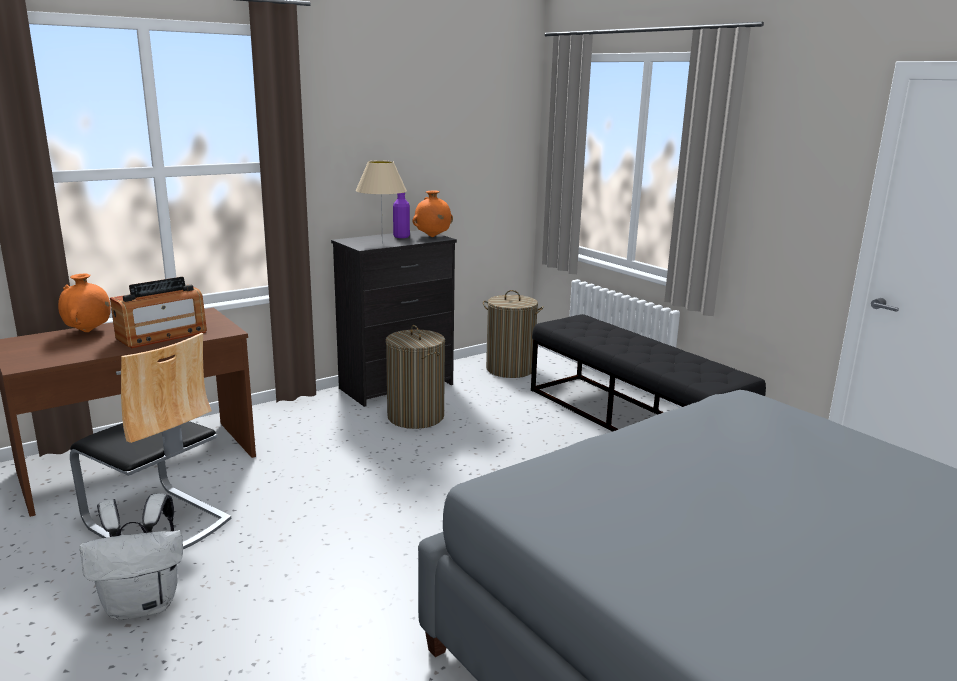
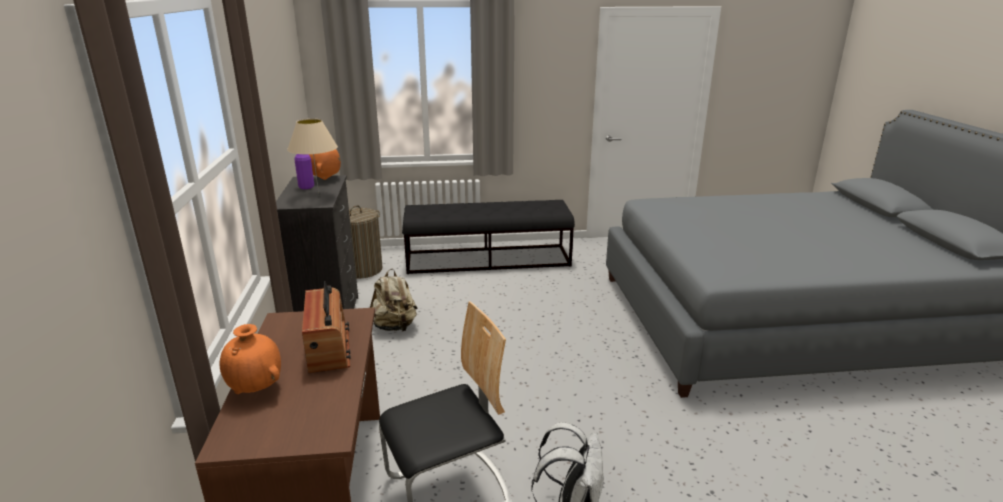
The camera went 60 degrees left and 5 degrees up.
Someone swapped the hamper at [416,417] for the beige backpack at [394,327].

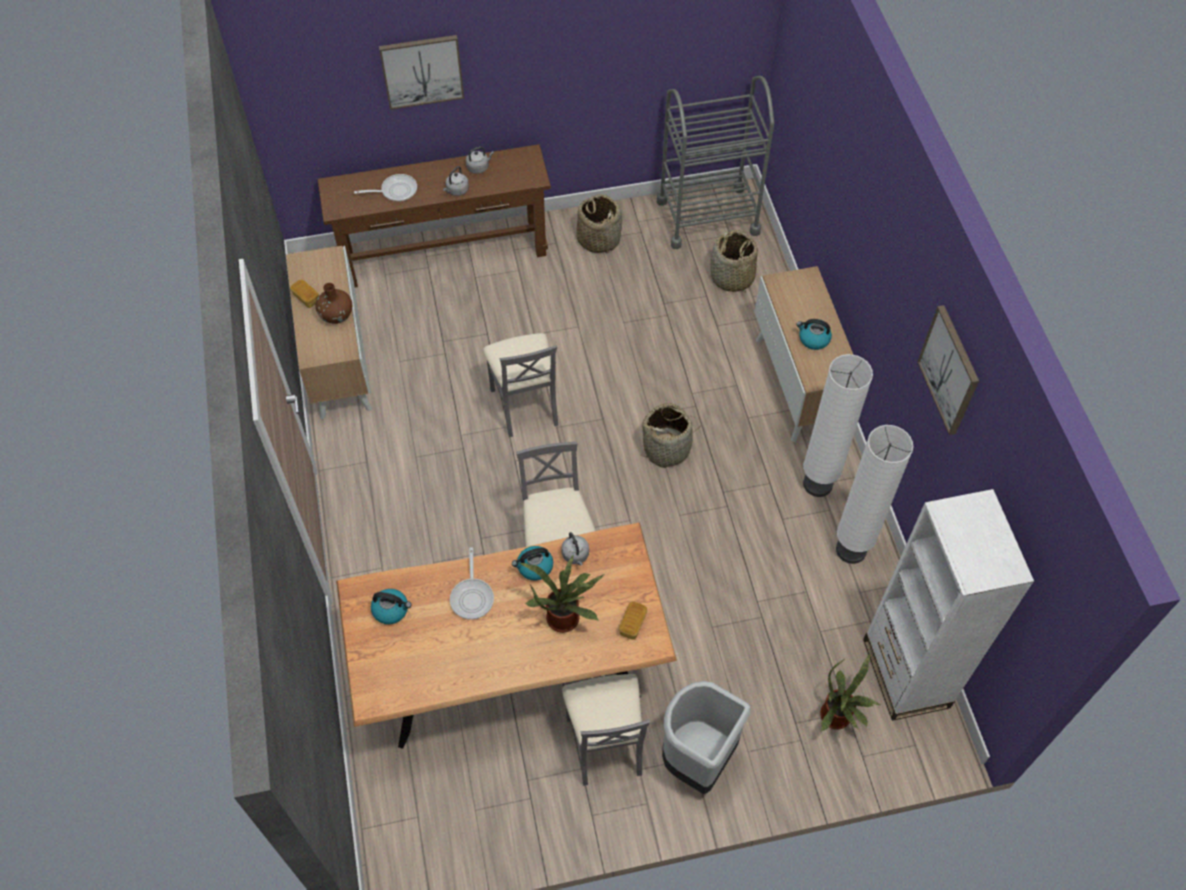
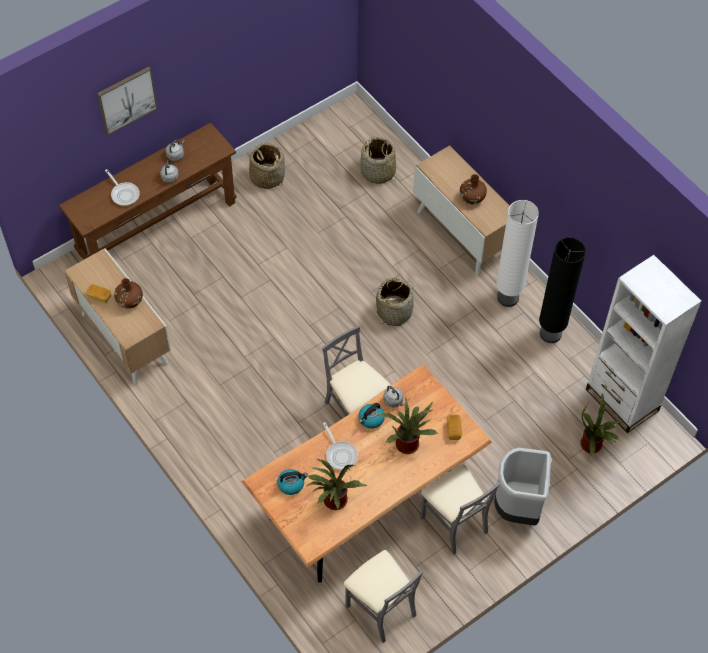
The camera went 25 degrees left and 0 degrees up.
Someone rotated the skillet at [396,191] by 90 degrees clockwise.
Someone carried the greyish plain chair from [525,405] to [381,609].
Someone took away the greyish trolley at [707,216].
Someone swapped the water kettle at [813,339] for the brownish decorative vase at [472,198].
Someone repainted the whitish standing lamp at [851,550], which became the black-coloured standing lamp at [550,334].
Someone took away the picture at [950,370].
Someone put down the houseplant at [334,502].

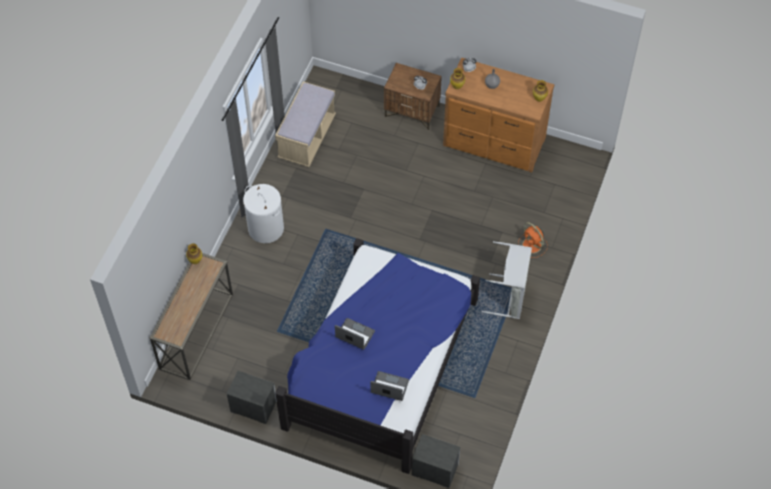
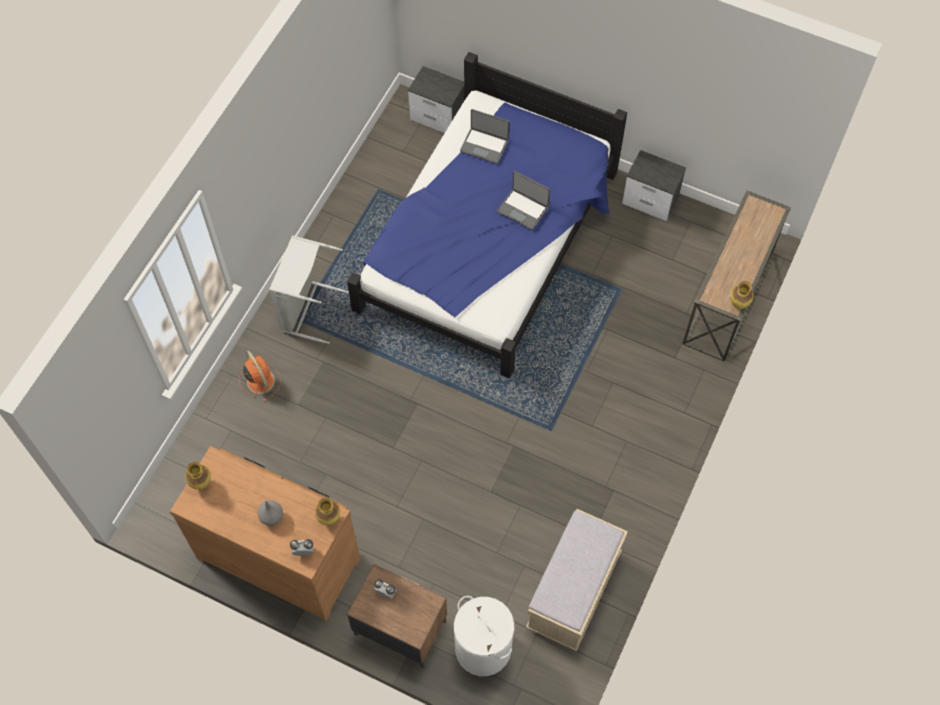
The camera went 175 degrees left and 5 degrees up.
Someone carried the whitish hamper from [265,228] to [483,648].

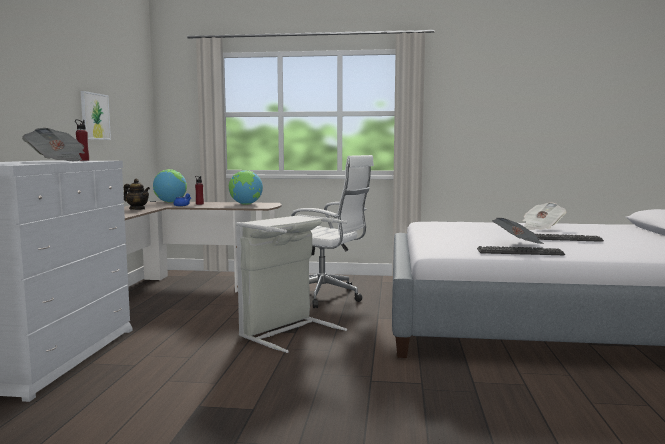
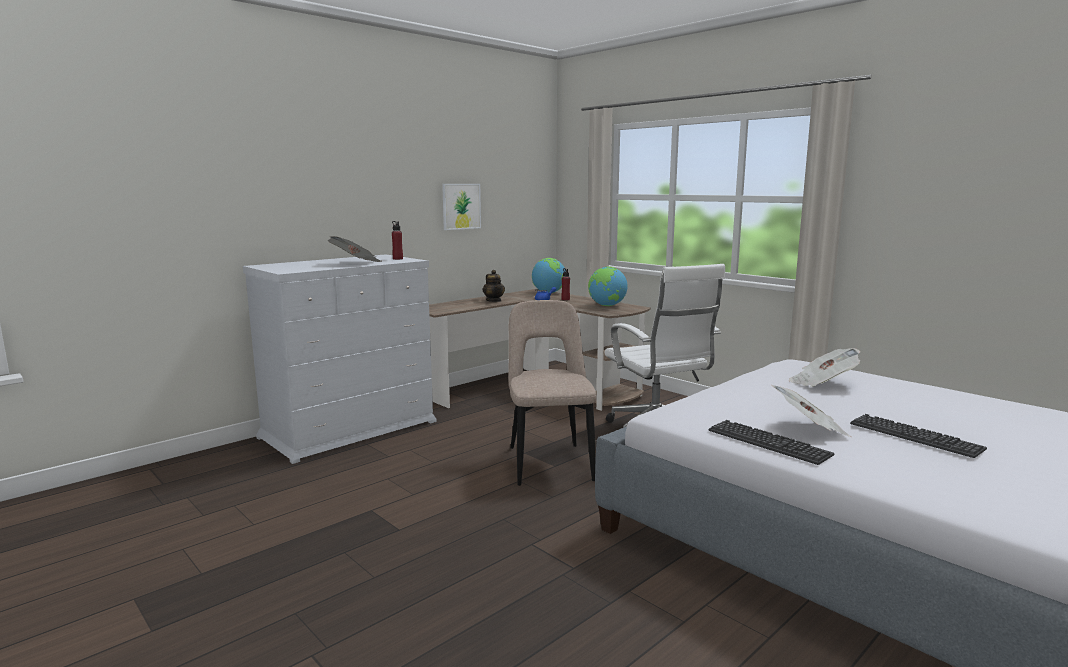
The camera went 40 degrees right and 5 degrees up.
Someone swapped the greyish hamper at [286,331] for the beige plain chair at [549,462].
Someone carried the newspaper from [541,228] to [822,383].

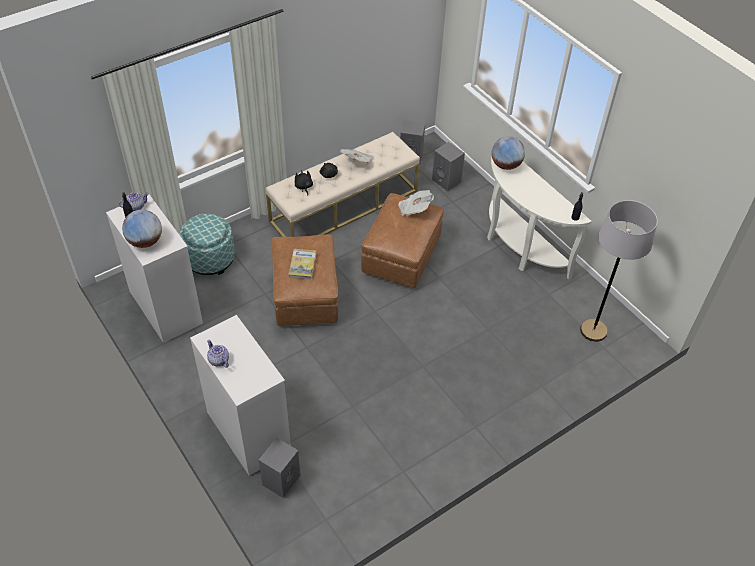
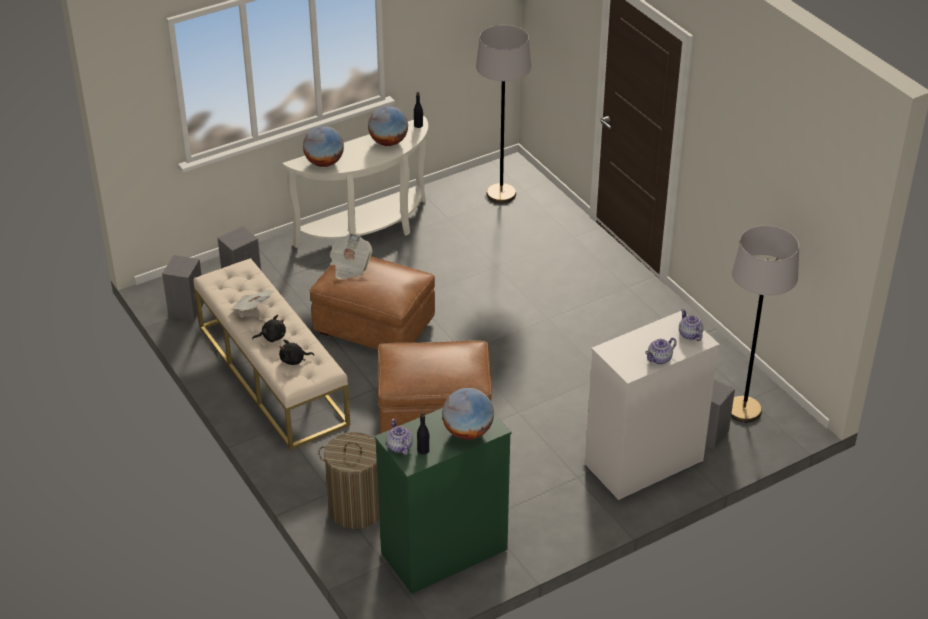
The camera went 85 degrees left and 10 degrees down.
Someone repainted the whitish drawer chest at [165,307], which became the green-coloured drawer chest at [443,552].
Someone swapped the footrest at [210,258] for the hamper at [356,509].
Someone took away the bound book at [302,265].
Someone put down the globe at [388,142].
Someone put down the tea pot at [690,335].
Someone put down the greyish standing lamp at [744,410].

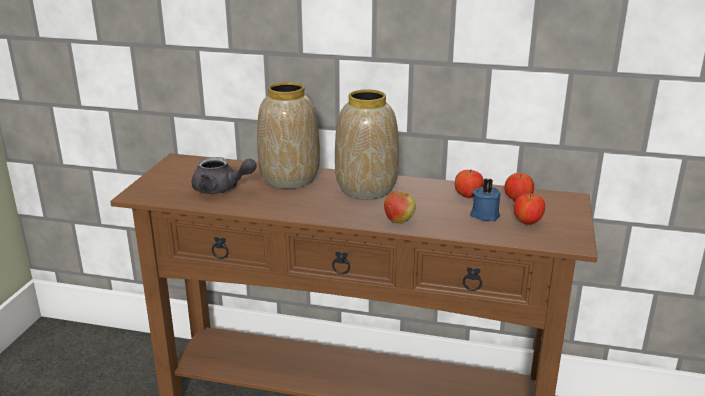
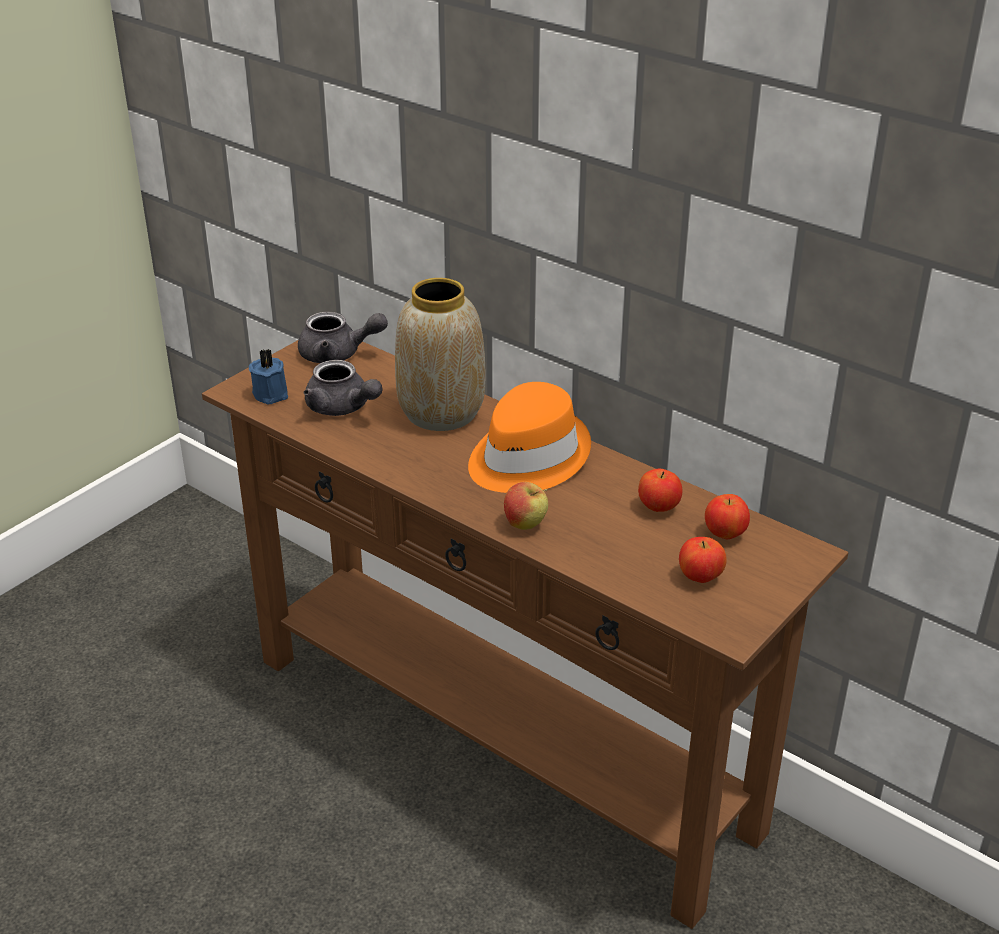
The camera went 25 degrees right and 10 degrees up.
Someone swapped the decorative vase at [365,189] for the orange clothing hat at [526,457].
Someone carried the blue candle from [484,214] to [271,393].
Someone put down the greyish tea pot at [338,354].

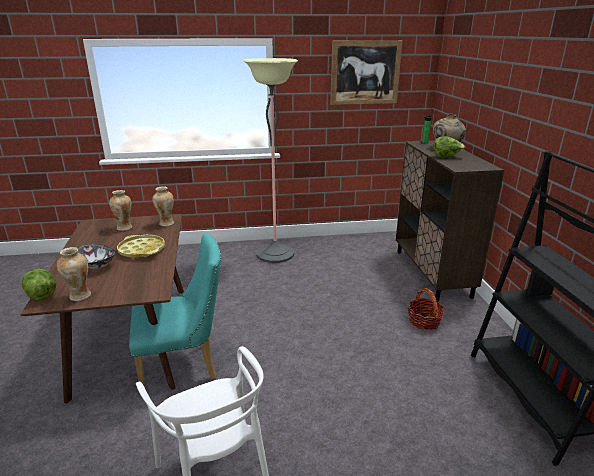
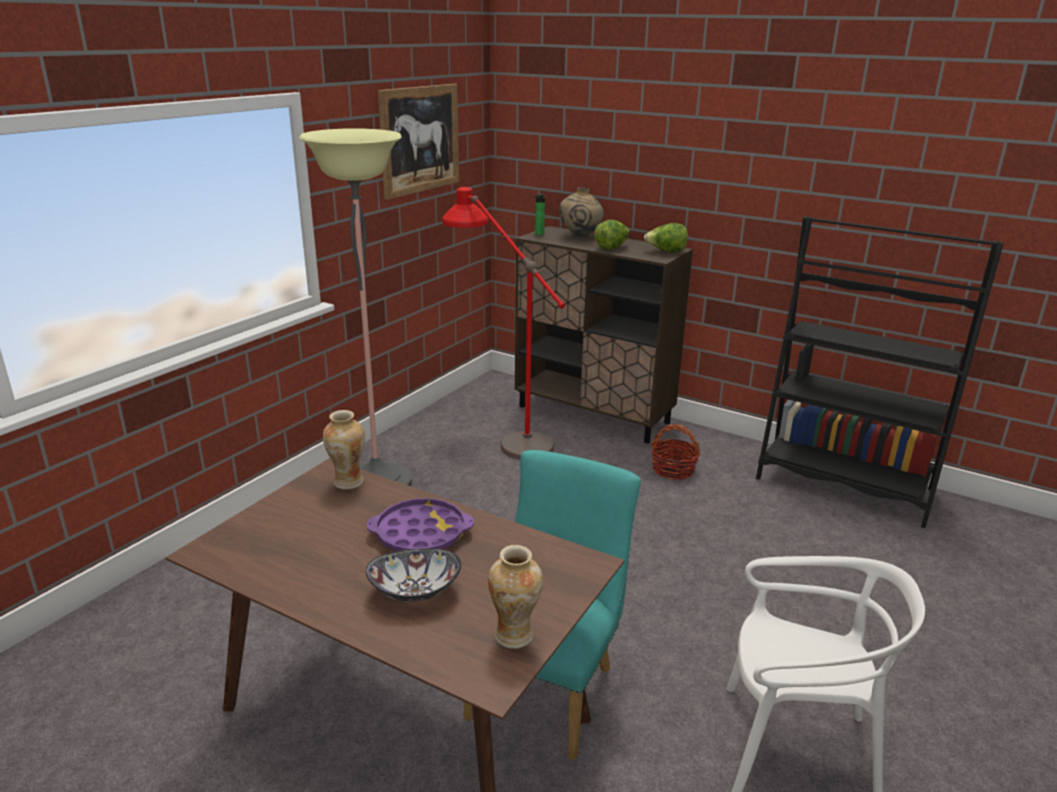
The camera went 50 degrees left and 0 degrees up.
Someone carried the lettuce from [41,295] to [666,252].
Someone took away the decorative vase at [125,228].
Someone repainted the yellow-coloured tray at [142,250], which became the purple-coloured tray at [421,533].
Someone put down the red-coloured standing lamp at [502,433].

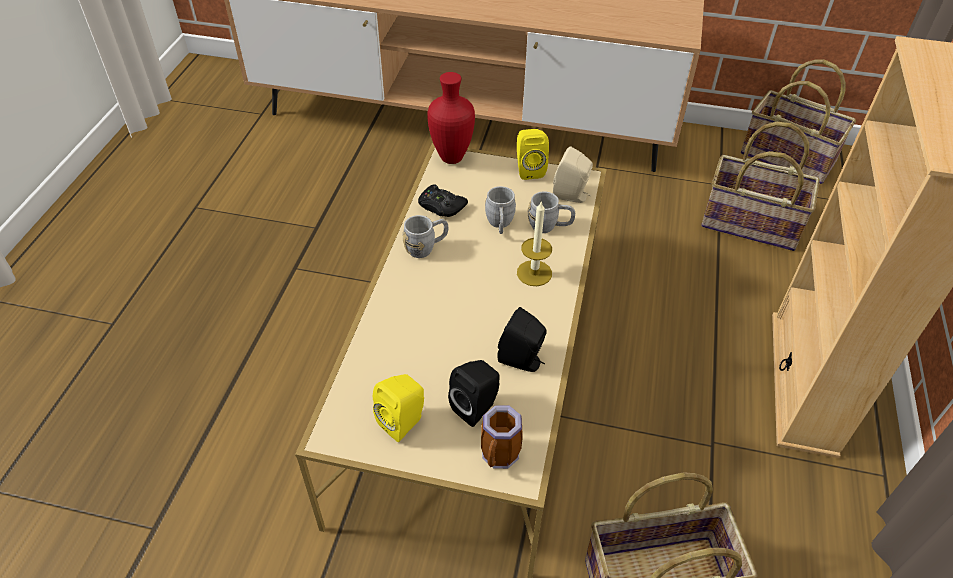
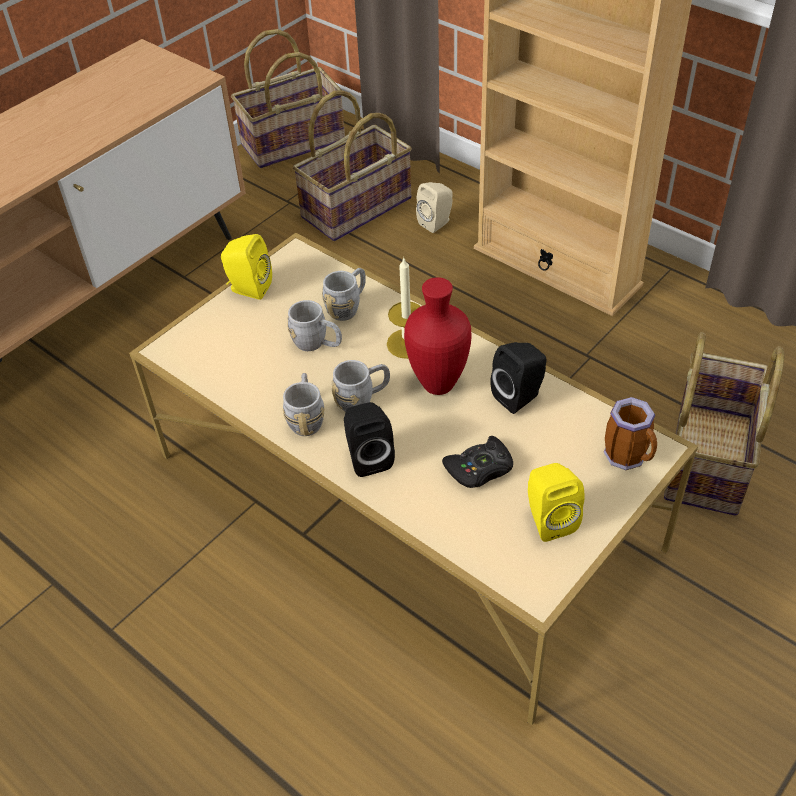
The camera went 60 degrees left and 0 degrees up.
Someone carried the black-coloured game controller from [441,206] to [479,469].
Someone carried the red-coloured decorative vase from [452,159] to [440,384].
Someone carried the black-coloured speaker from [477,407] to [368,457].
Someone carried the beige speaker from [572,196] to [437,223].
Someone put down the greyish mug at [362,399].

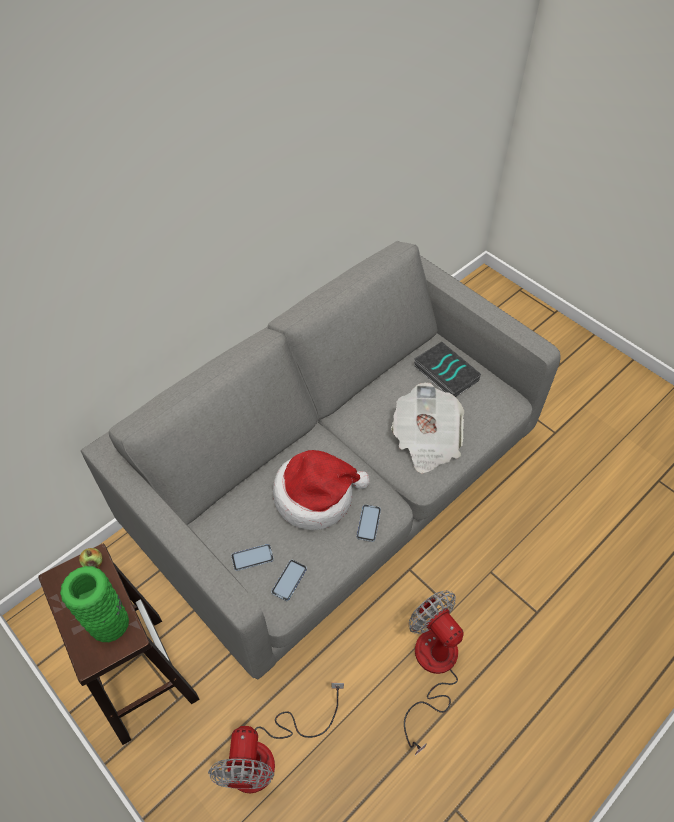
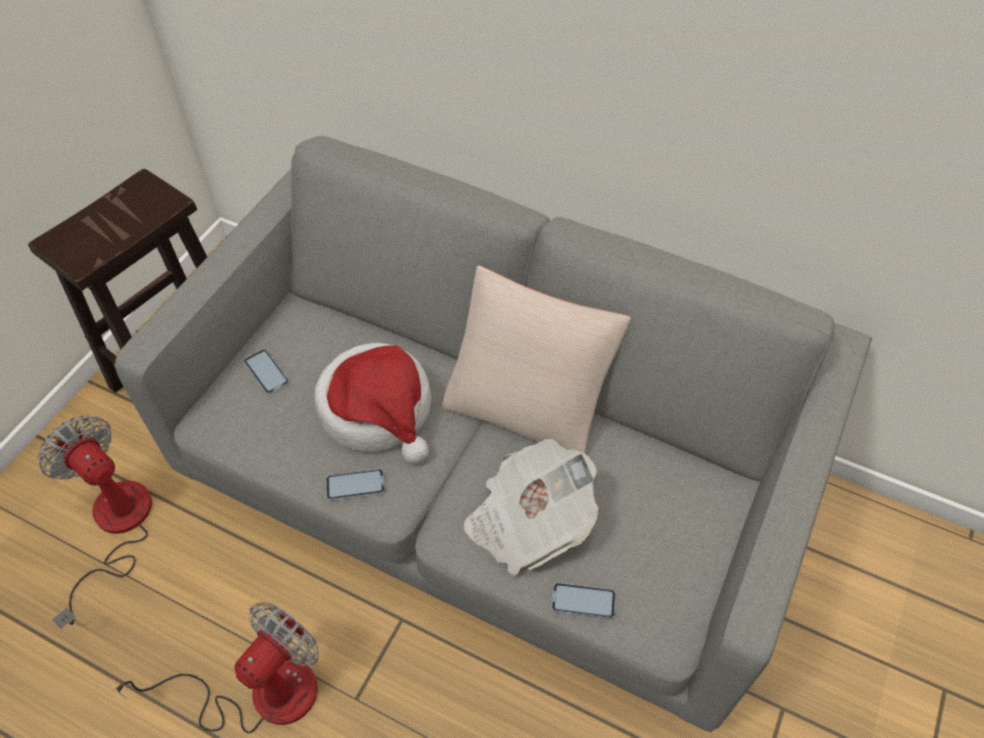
The camera went 70 degrees right and 0 degrees up.
Someone took away the green-coloured decorative vase at [109,623].
Someone took away the whole apple at [93,563].
Someone rotated the cooling fan at [267,755] by 60 degrees clockwise.
Someone carried the phone from [289,580] to [583,601].
Someone took away the bound book at [444,373].
Someone put down the beige throw pillow at [529,401].

